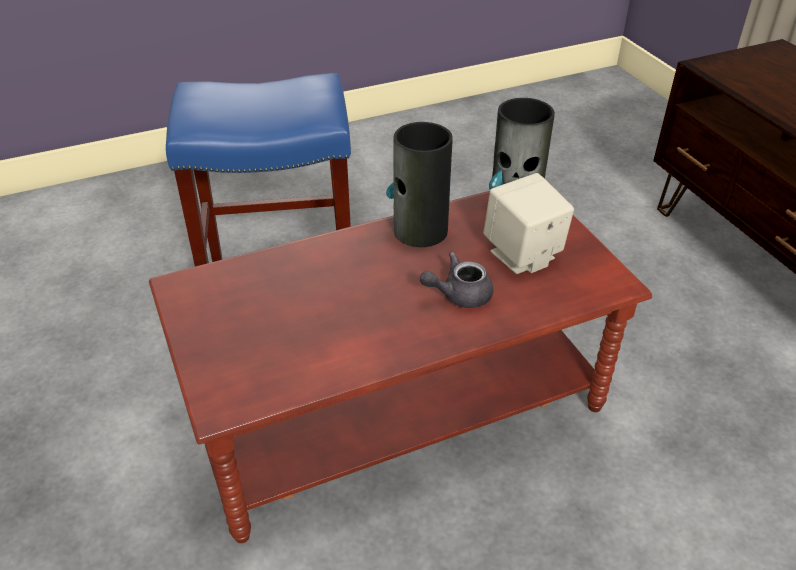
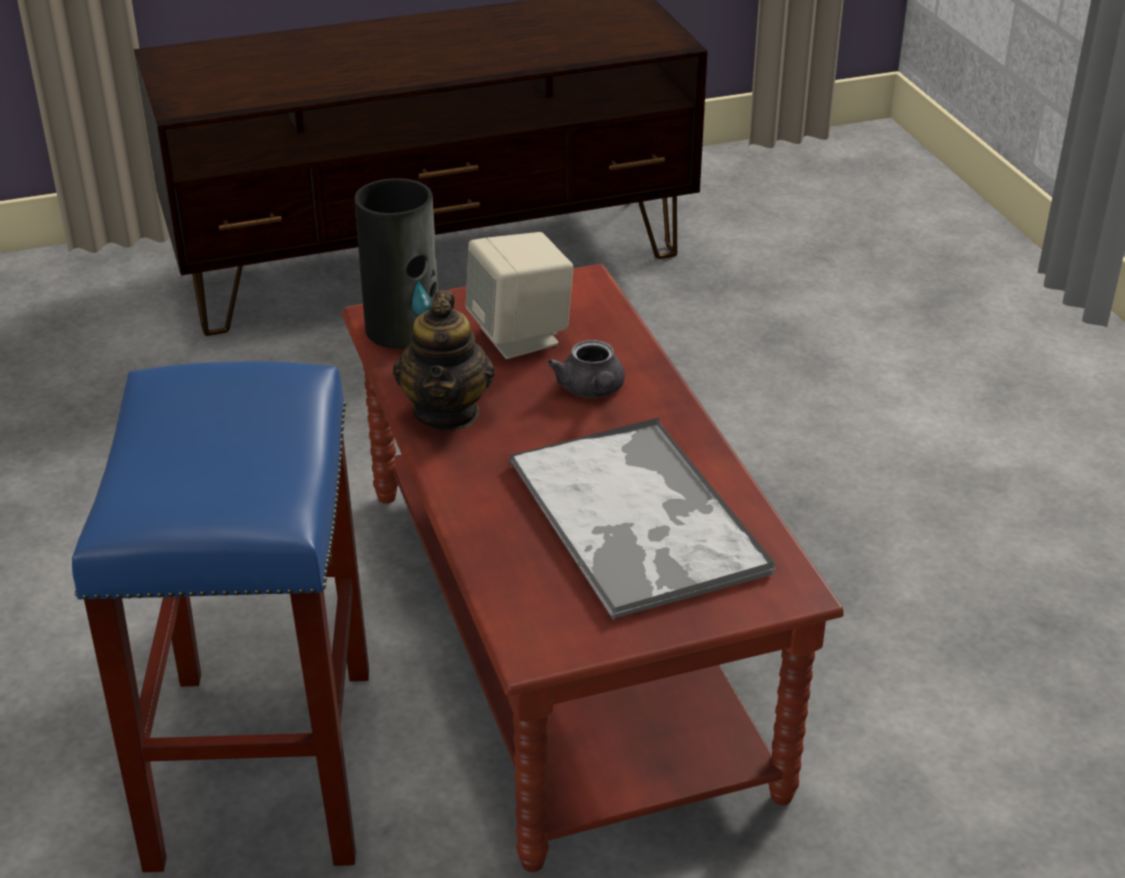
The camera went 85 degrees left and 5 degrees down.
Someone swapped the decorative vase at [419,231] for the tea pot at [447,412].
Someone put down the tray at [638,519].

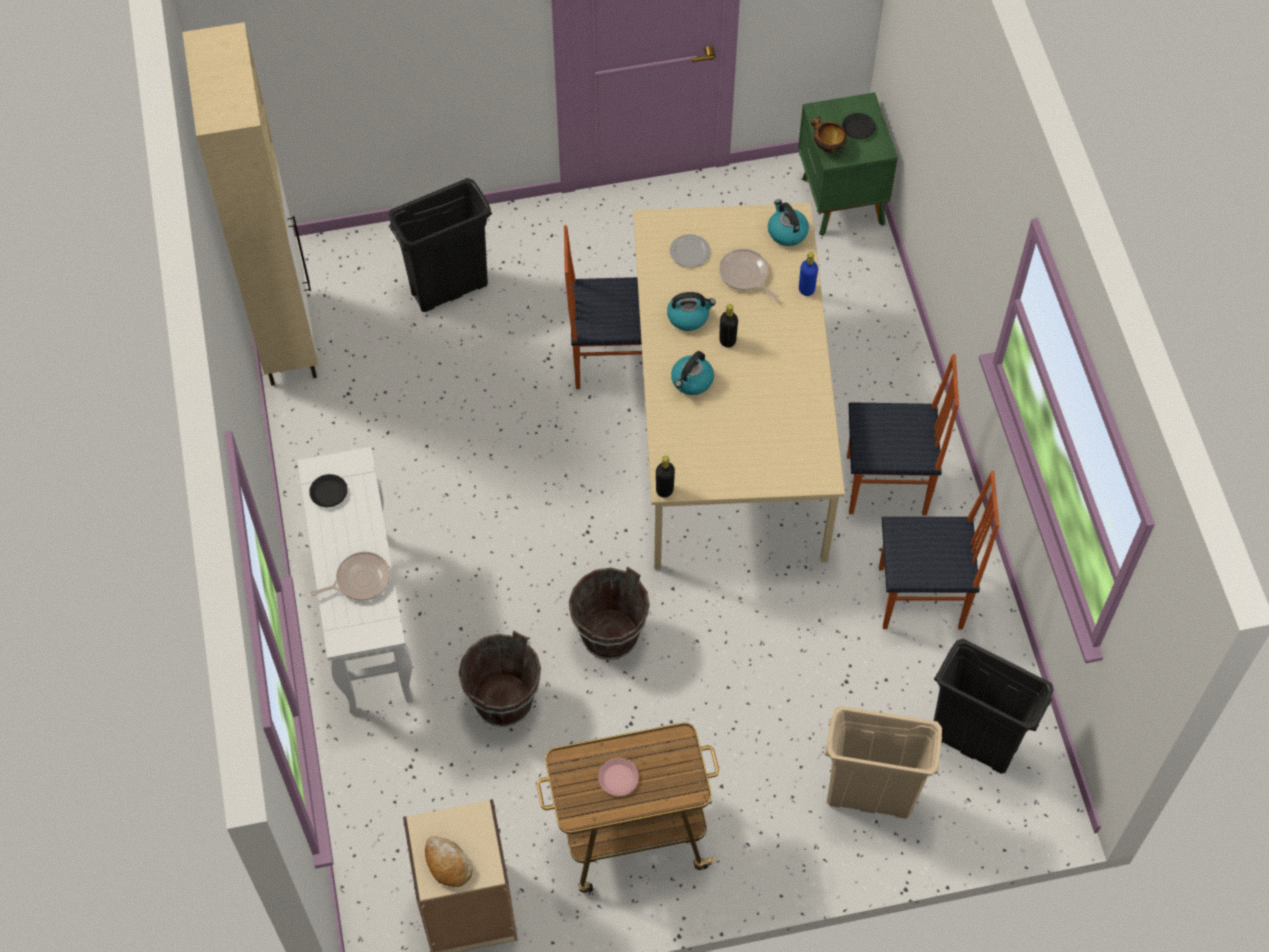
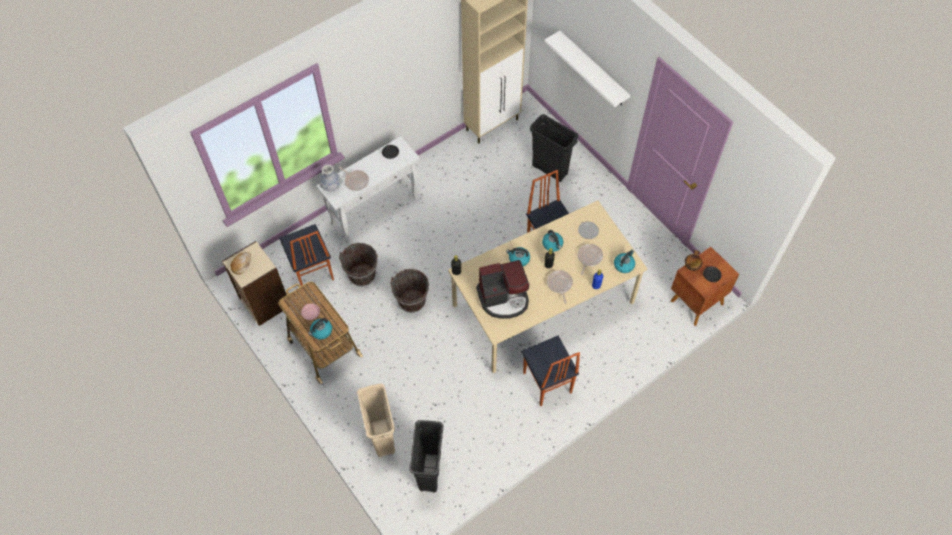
The camera went 65 degrees right and 0 degrees up.
Someone repainted the green-coloured bedside table at [841,202], which became the brownish bedside table at [695,302].
Someone carried the plain chair from [921,599] to [311,272].
Someone put down the water kettle at [321,331].
Someone put down the decorative vase at [331,186].
Someone put down the coffee maker at [504,298].
Someone put up the whitish shelf at [593,69].
Someone put down the skillet at [559,284].

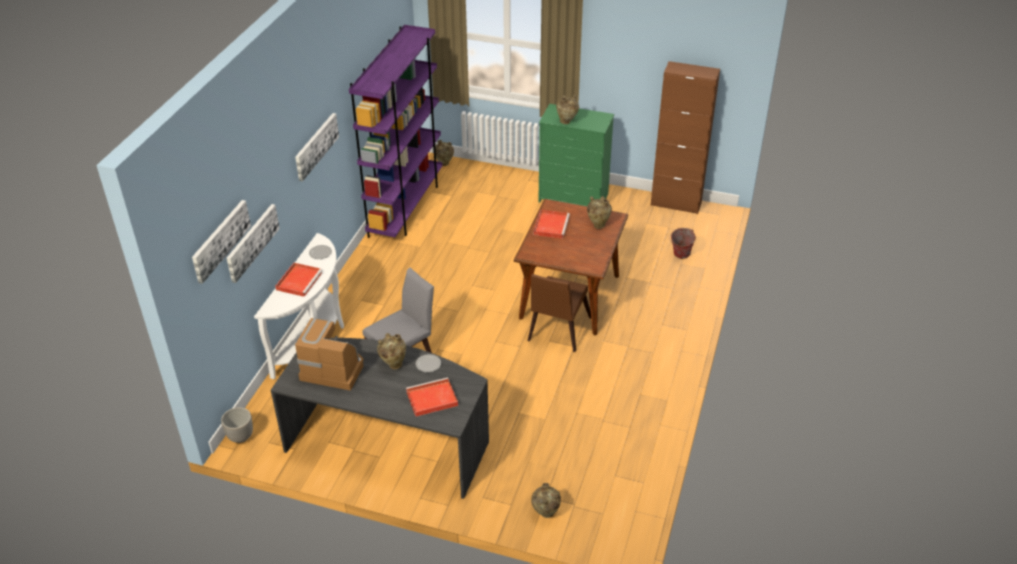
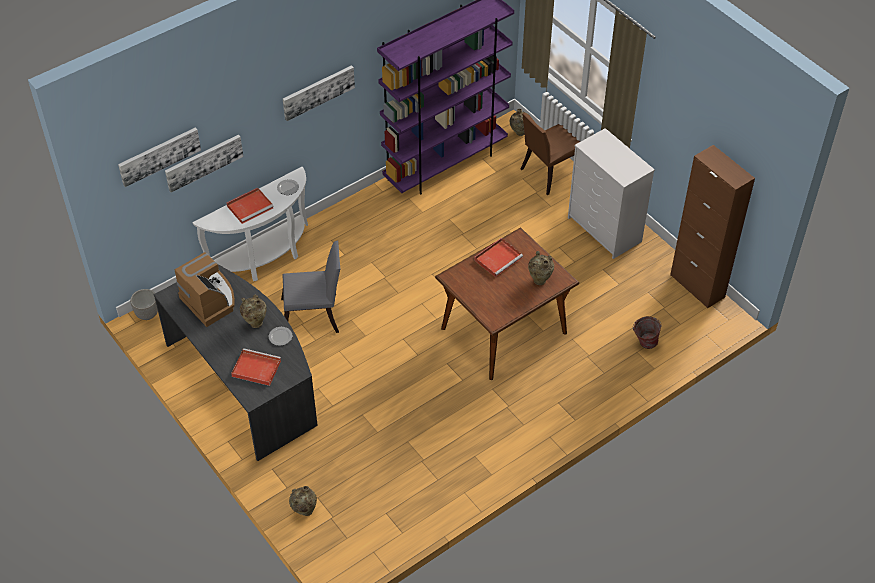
The camera went 35 degrees right and 10 degrees up.
Someone carried the brownish plain chair from [557,332] to [549,173].
Someone repainted the green-coloured drawer chest at [574,198], which became the whitish drawer chest at [605,230].
Someone took away the beige decorative vase at [567,122].

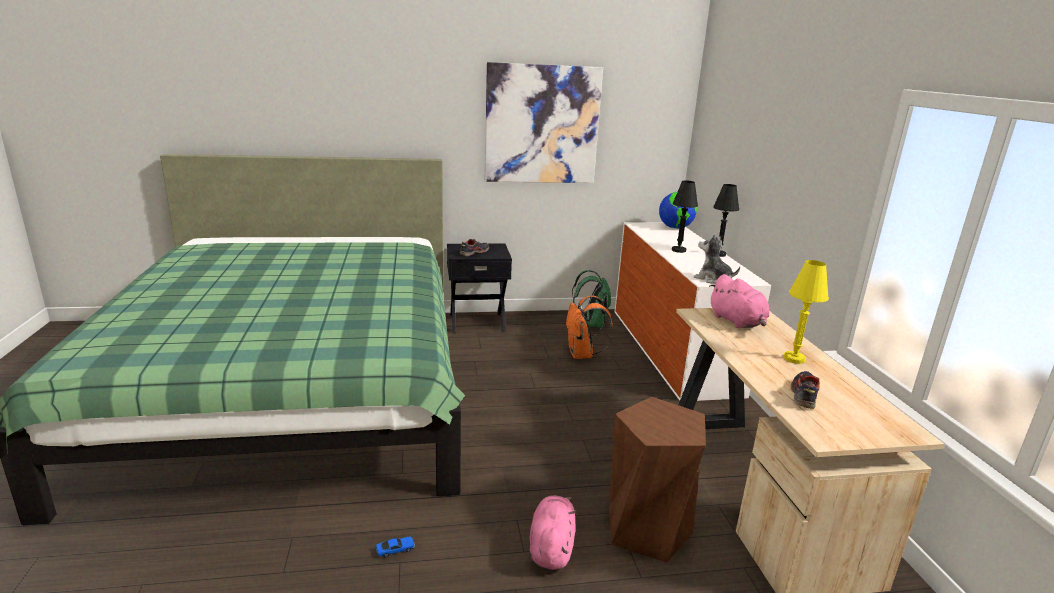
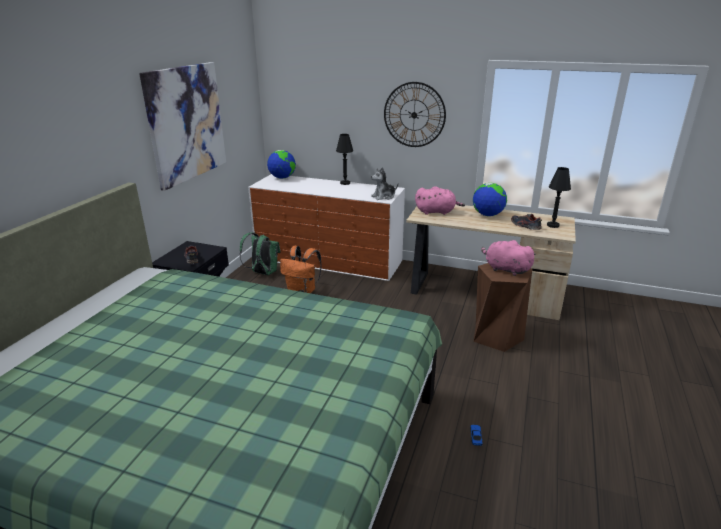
The camera went 60 degrees left and 5 degrees up.
Someone carried the pinkish plush toy from [551,547] to [505,269].
Someone carried the black-coloured tabletop lamp from [678,250] to [553,225].
Someone swapped the yellow-coloured tabletop lamp at [794,358] for the globe at [487,215].
Someone put up the hanging clock at [414,115].

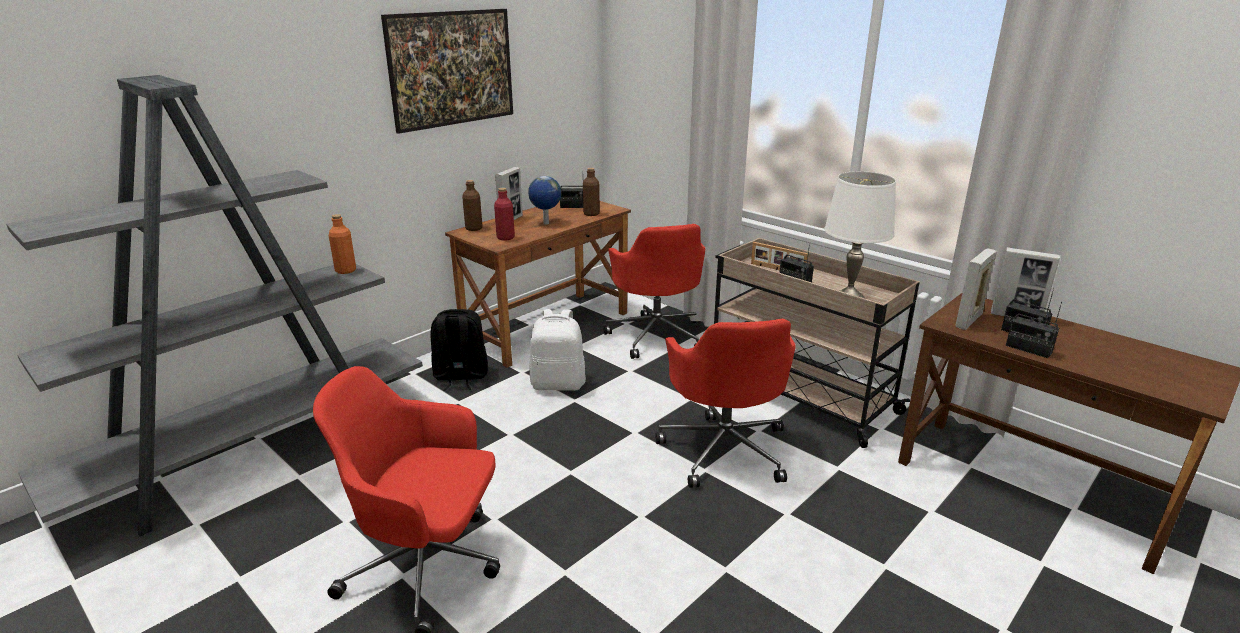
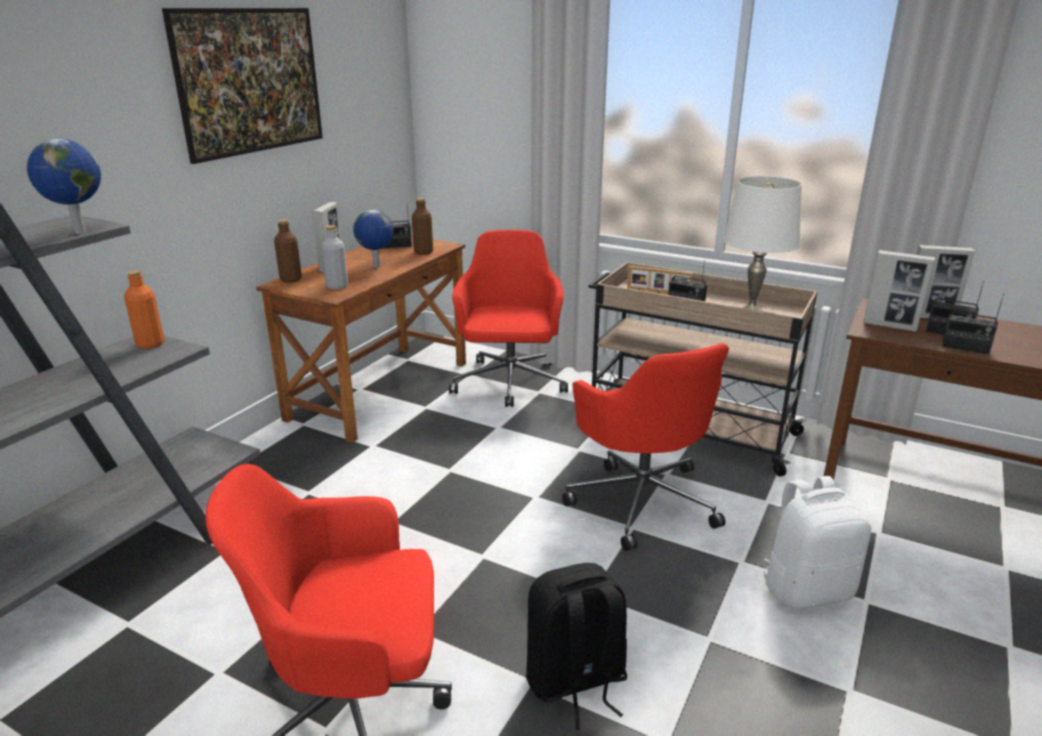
The camera went 15 degrees left and 0 degrees up.
Someone carried the black-coloured backpack from [460,376] to [575,682].
Someone repainted the red-coloured bottle at [505,238], which became the greyish bottle at [337,286].
Someone carried the whitish backpack from [558,384] to [806,589].
Someone rotated the red-coloured desk chair at [656,335] by 150 degrees counterclockwise.
Someone rotated the photo frame at [968,321] by 90 degrees counterclockwise.
Someone put down the globe at [78,232].

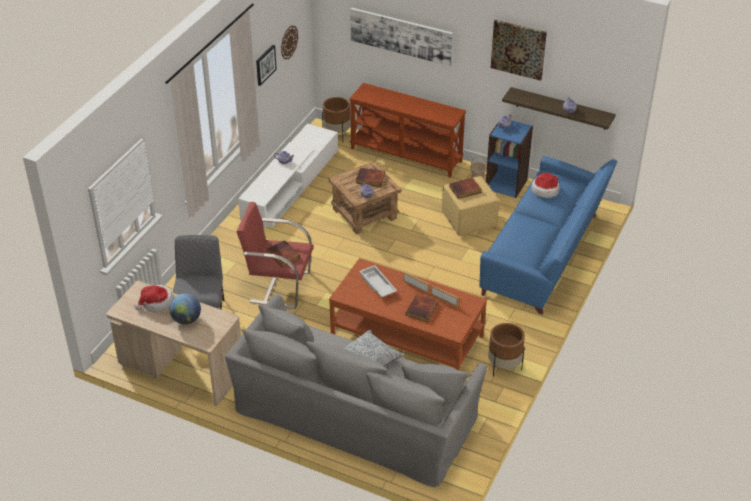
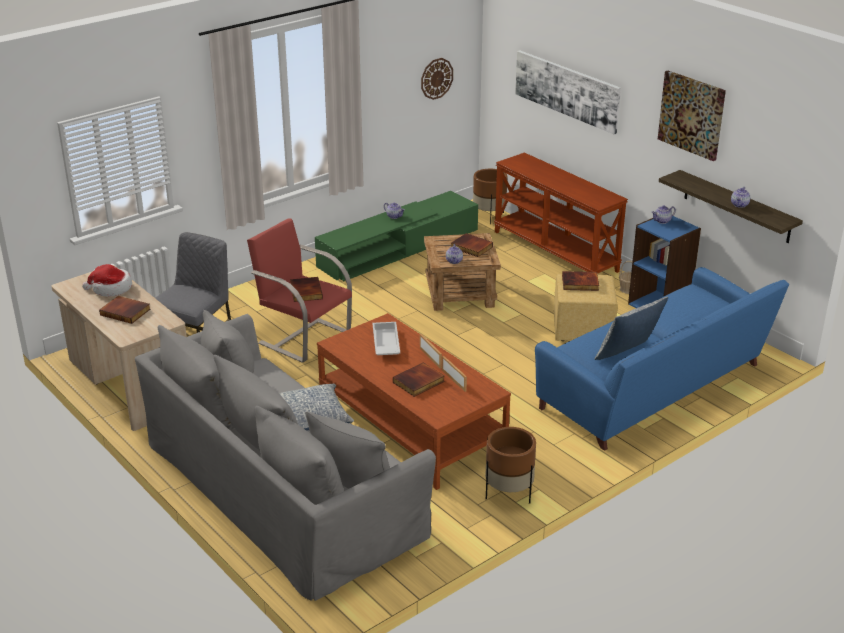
The camera went 25 degrees right and 10 degrees down.
Someone swapped the globe at [186,320] for the bound book at [126,311].
Someone repainted the whitish tv unit at [290,184], which became the green-coloured tv unit at [399,248].
Someone took away the picture at [265,64].
Someone took away the clothing hat at [545,190].
Someone put down the throw pillow at [628,354].

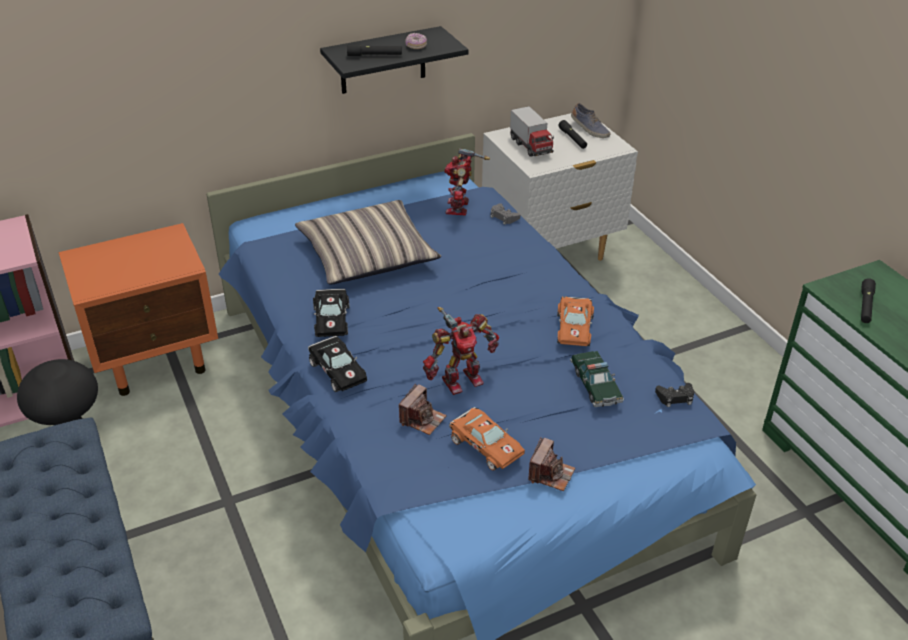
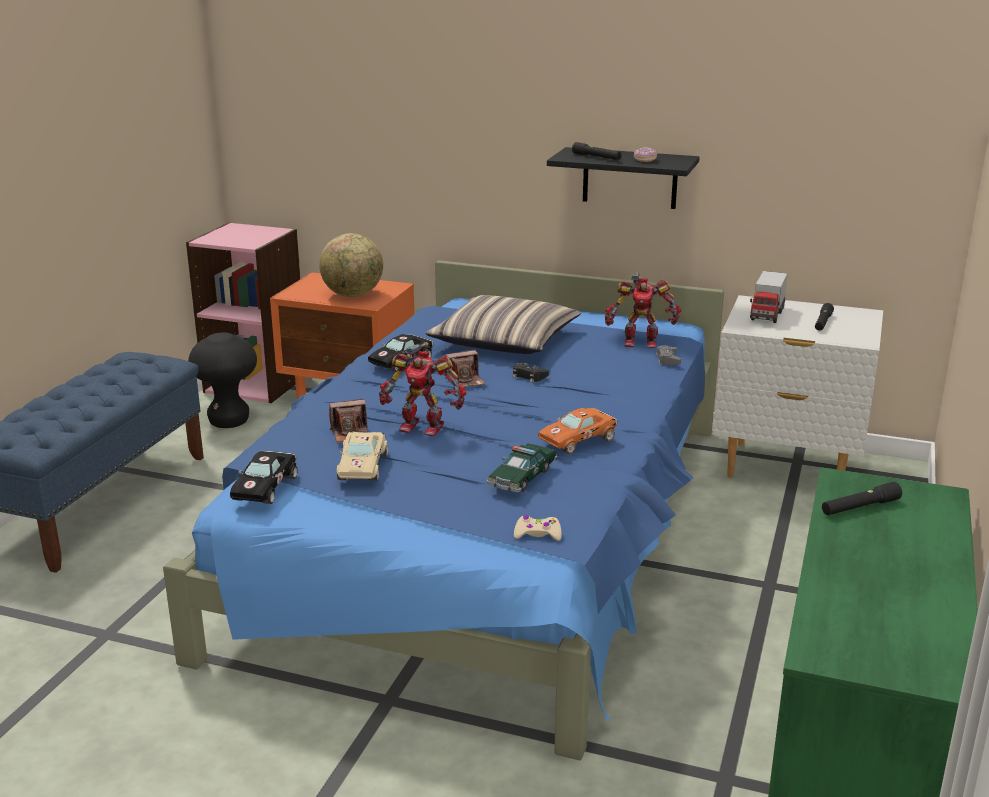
The camera went 45 degrees right and 15 degrees down.
Someone carried the black-coloured miniature car from [337,370] to [265,486].
Someone rotated the robot figure at [460,207] by 135 degrees counterclockwise.
Someone repainted the orange miniature car at [484,445], which became the beige miniature car at [362,465].
Someone carried the still camera from [550,474] to [465,381].
Someone took away the item of footwear at [589,129].
Someone carried the black-coloured game controller from [675,397] to [529,376].
Someone put down the globe at [353,295].
Someone put down the beige game controller at [537,534].

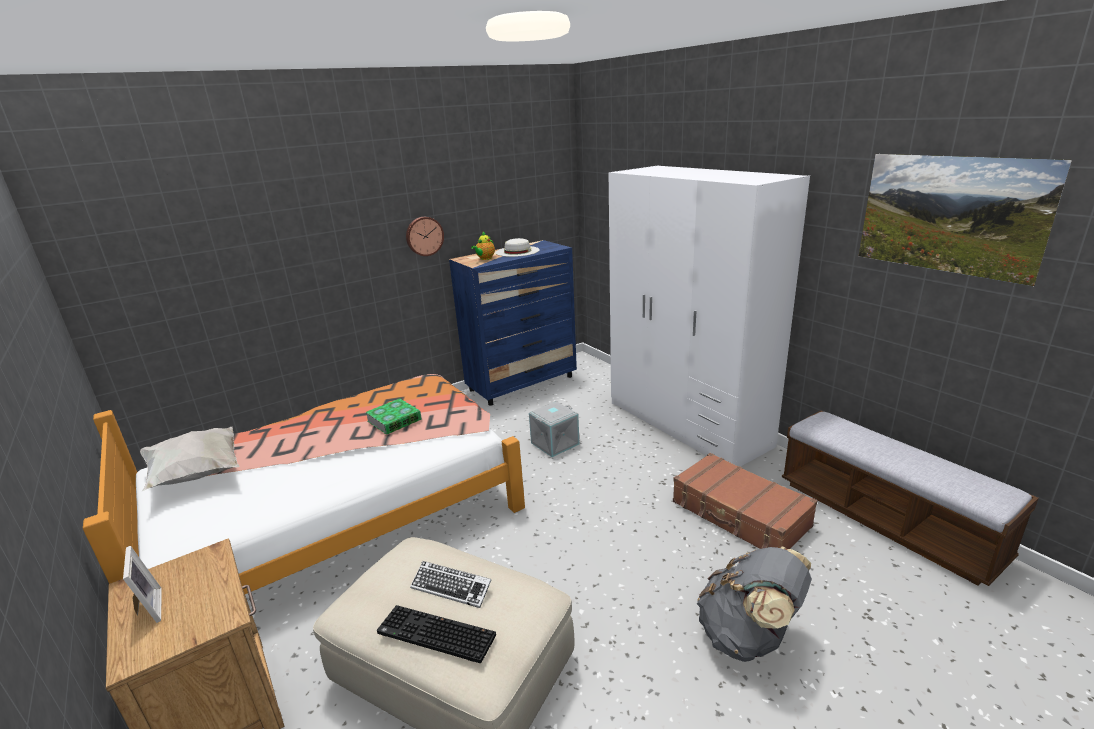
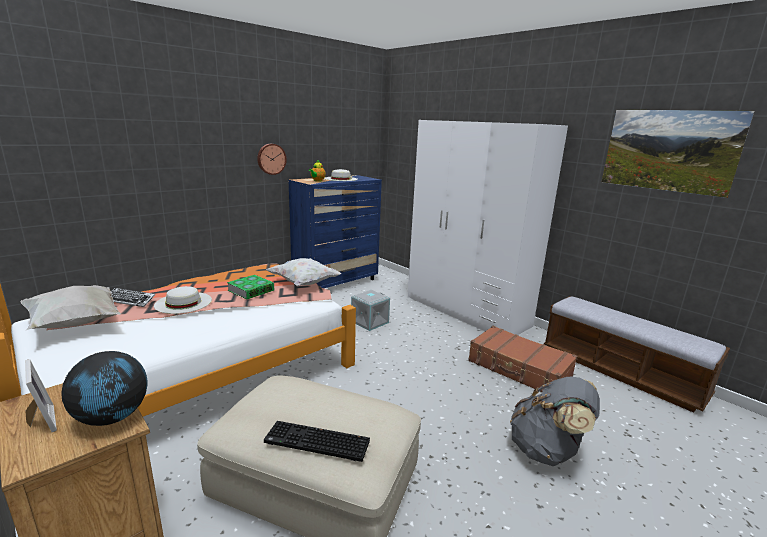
The camera went 10 degrees left and 5 degrees down.
Someone carried the computer keyboard from [451,587] to [130,300].
Someone put down the globe at [113,417].
Someone put down the whitish clothing hat at [183,302].
Someone put down the whitish throw pillow at [304,283].

